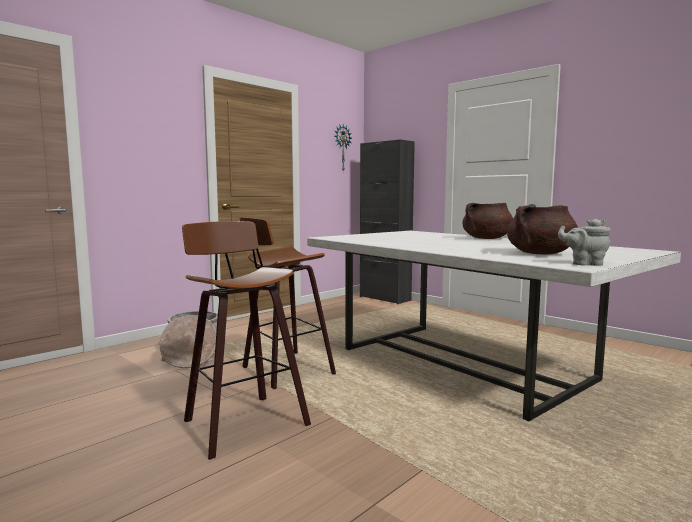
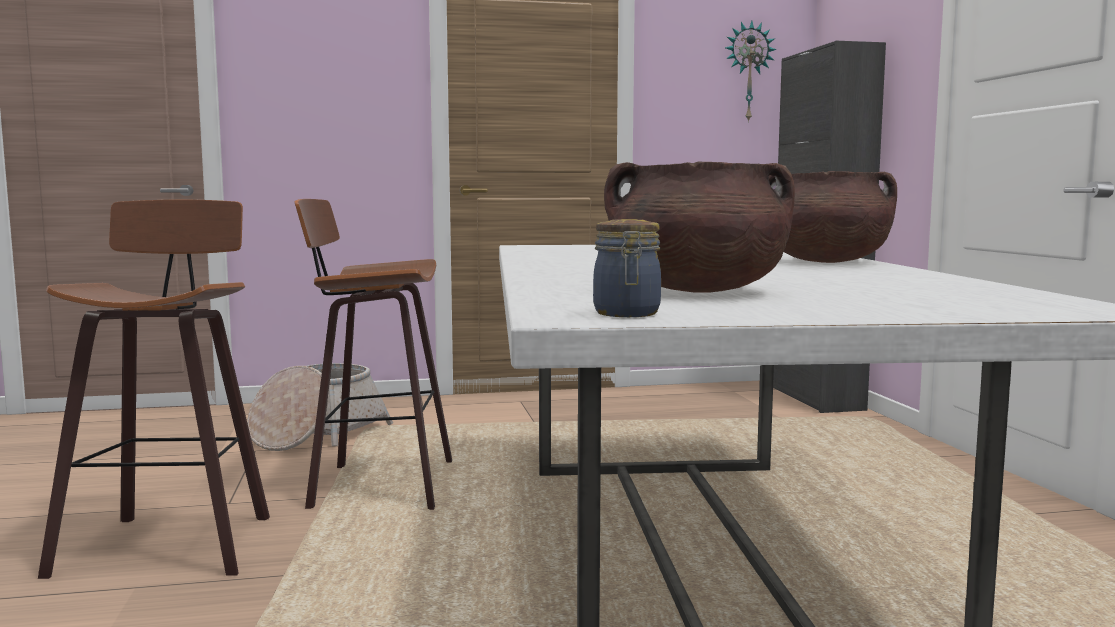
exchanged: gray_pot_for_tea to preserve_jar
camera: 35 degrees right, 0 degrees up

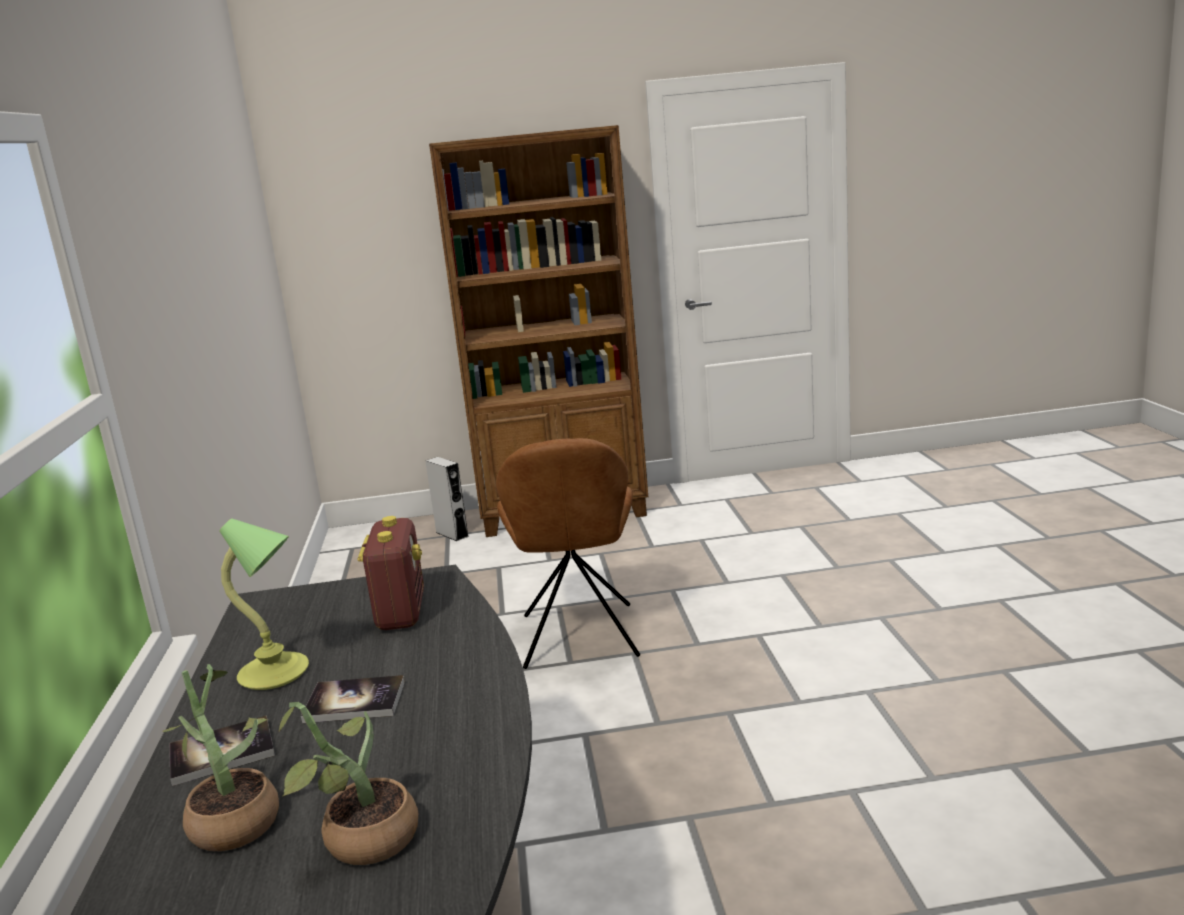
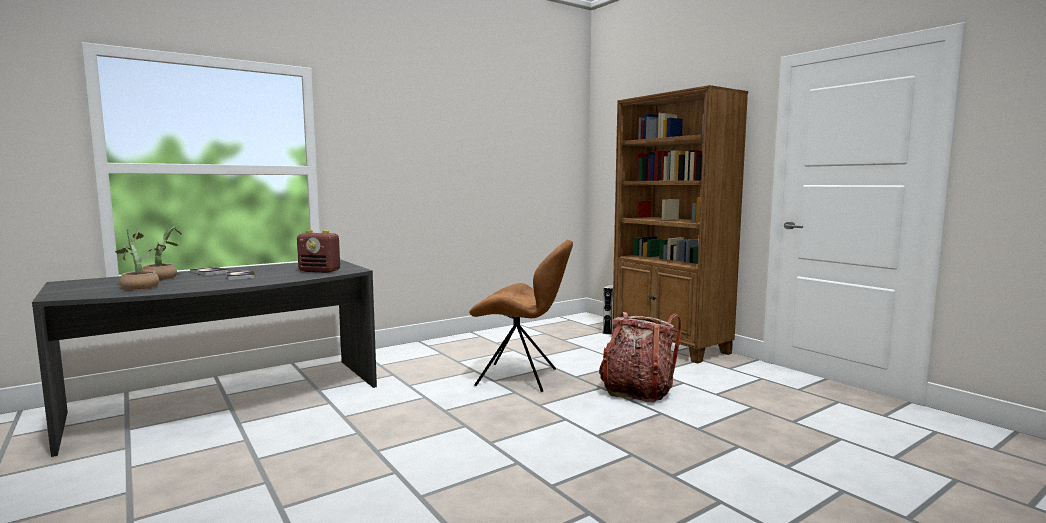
missing: lamp_for_a_table
appeared: knapsack
spun: radio_receiver 45 degrees clockwise; brownish_upright_chair 135 degrees counterclockwise
camera: 60 degrees right, 10 degrees down

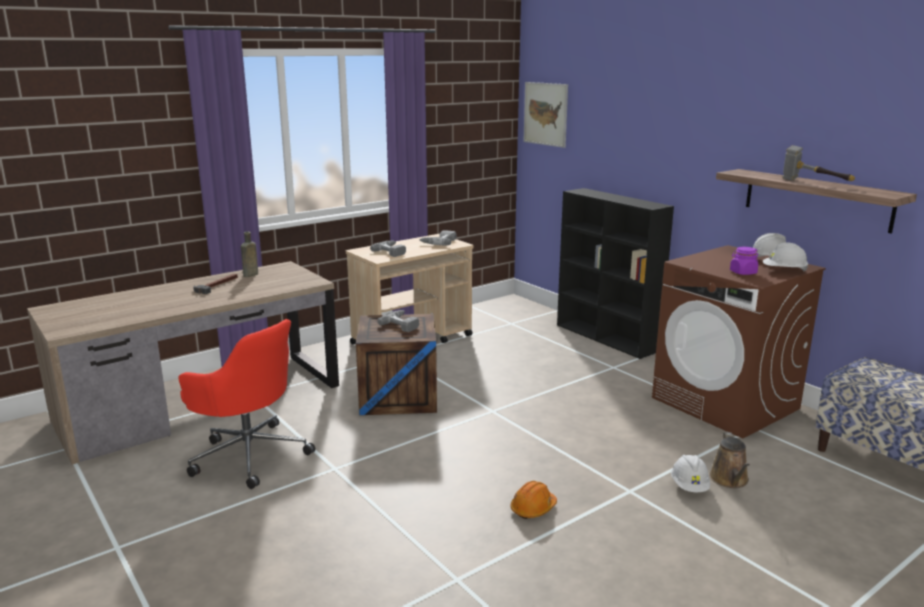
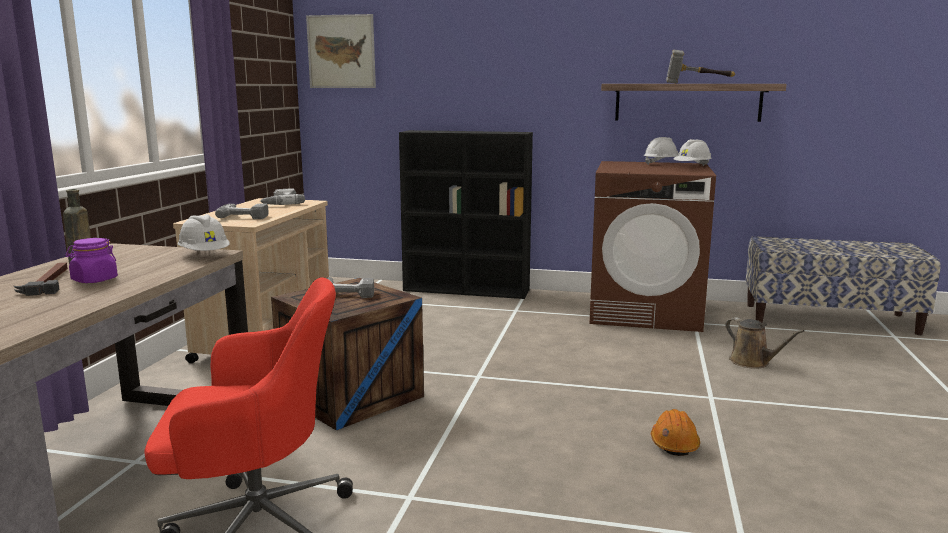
relocated: purple-coloured_preserve_jar; whitish_hard_hat (no. 1 from left)
camera: 40 degrees left, 5 degrees down

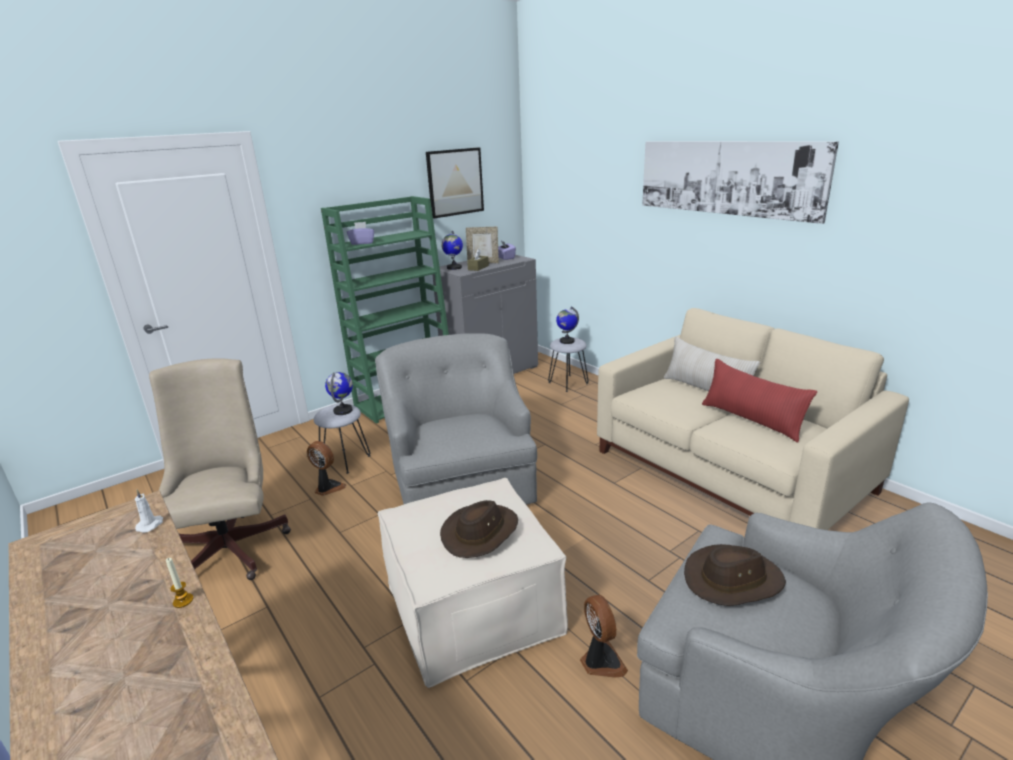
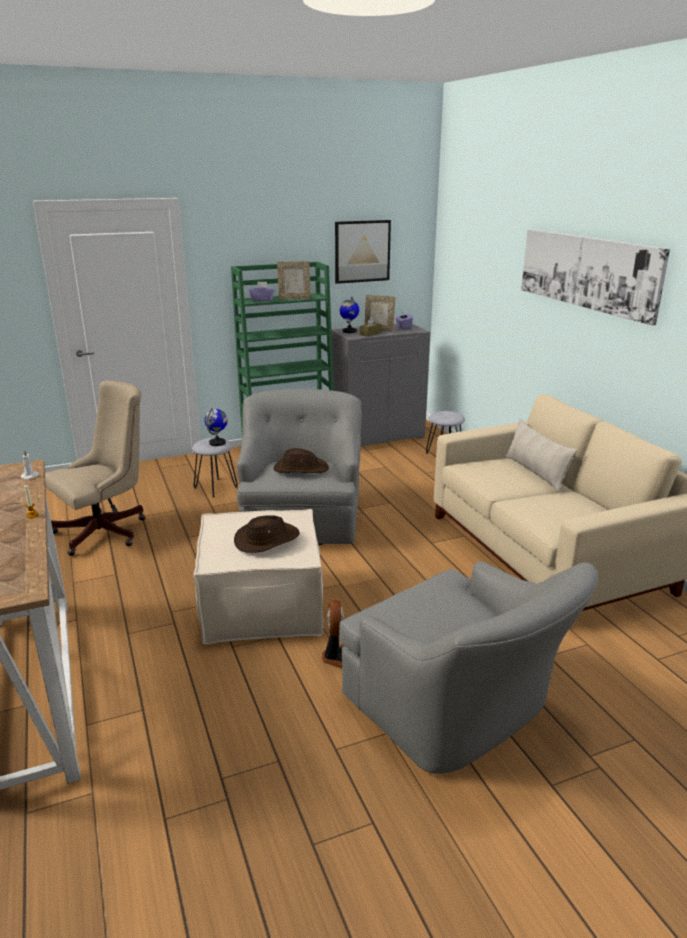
missing: cooling_fan (no. 1 from left); desk_globe (no. 3 from left); red-coloured_cushion
appeared: picture_frame (no. 1 from left)
relocated: brownish_clothing_hat (no. 2 from left)
spun: sand-coloured_computer_chair 45 degrees clockwise
camera: 15 degrees right, 0 degrees up

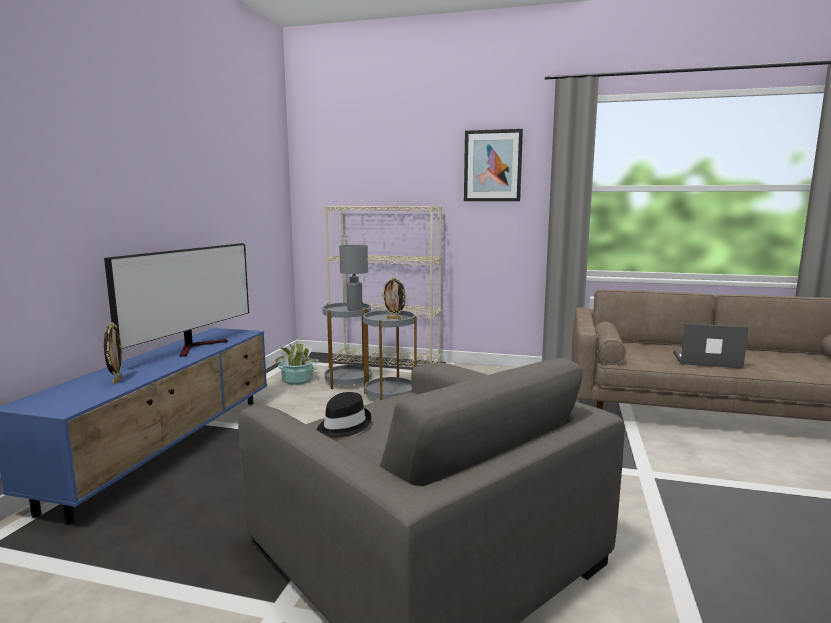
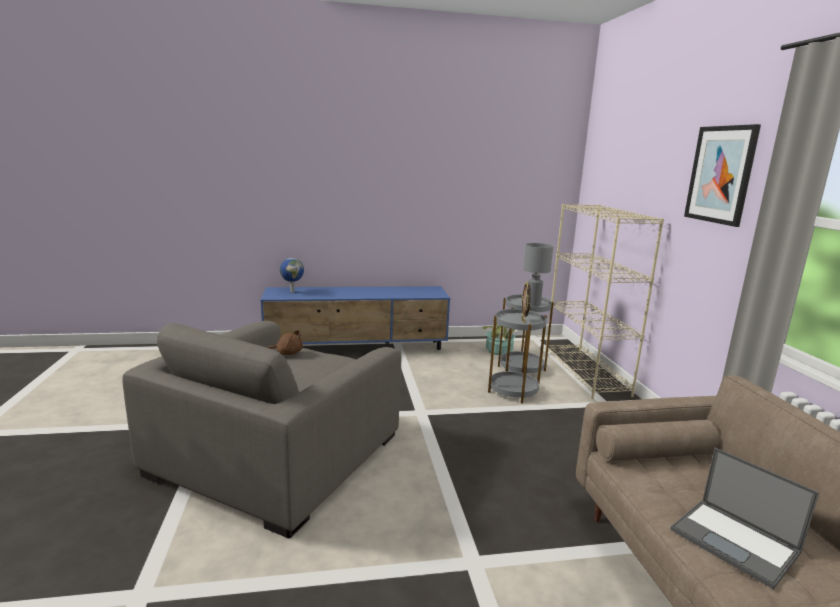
missing: TV; picture_frame (no. 1 from left)
appeared: desk_globe
exchanged: blackish_clothing_hat to brownish_soft_toy
spun: notebook_computer 150 degrees clockwise
camera: 65 degrees right, 5 degrees up

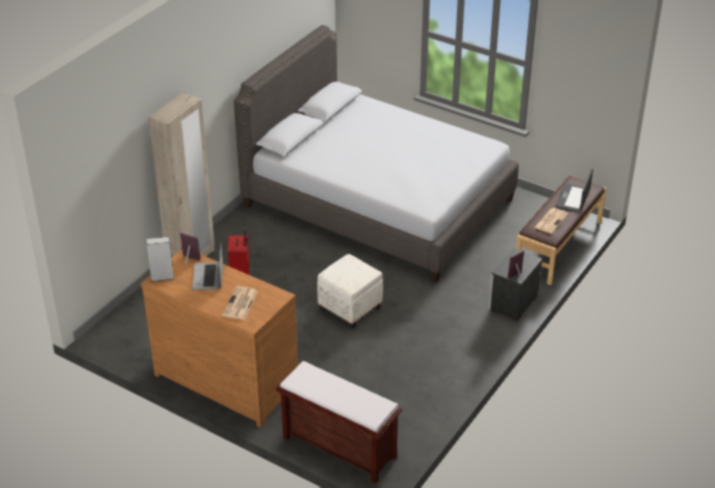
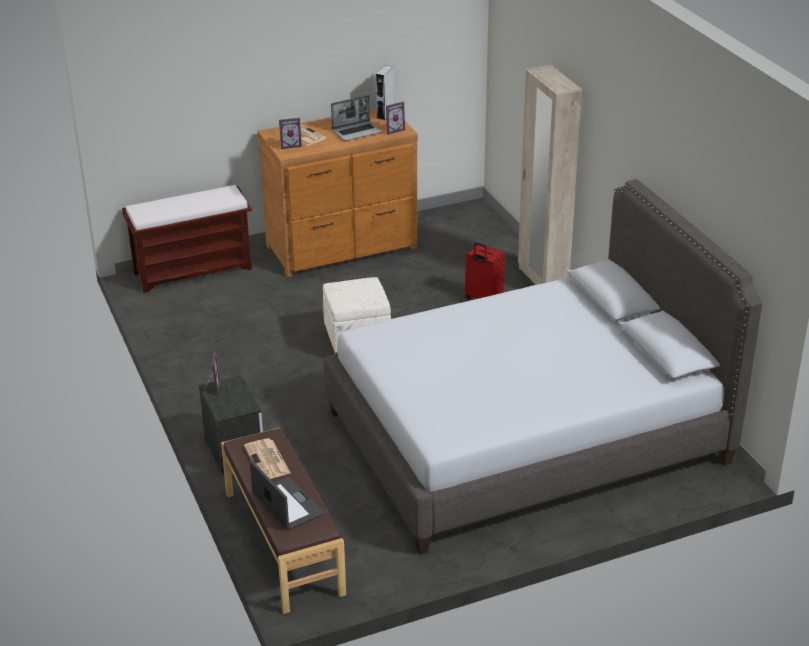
appeared: picture_frame (no. 2 from left)
spun: notebook_computer (no. 1 from left in the first image) 120 degrees clockwise
camera: 125 degrees right, 5 degrees down

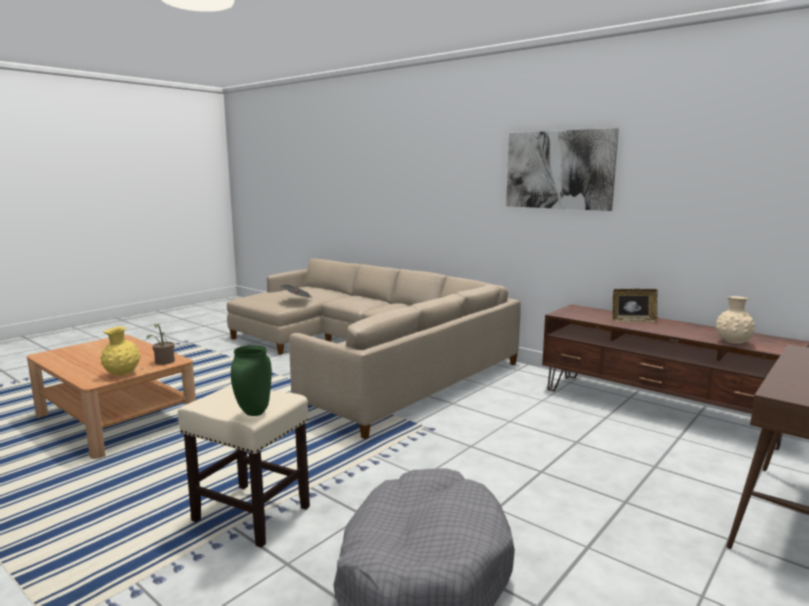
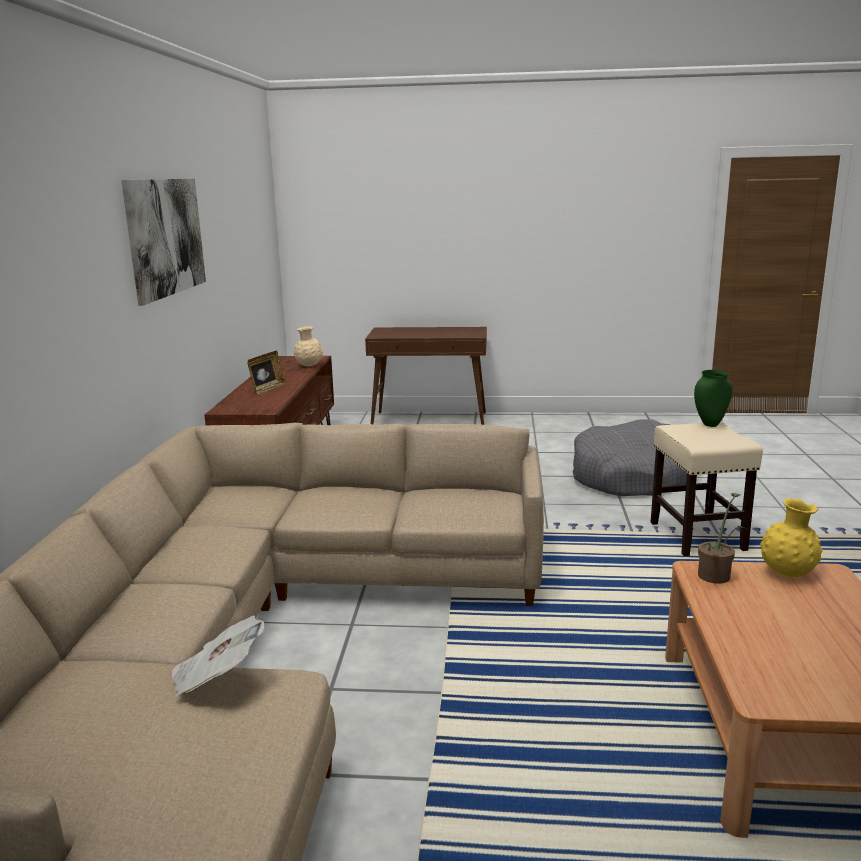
spun: picture_frame 60 degrees clockwise
camera: 125 degrees left, 5 degrees up

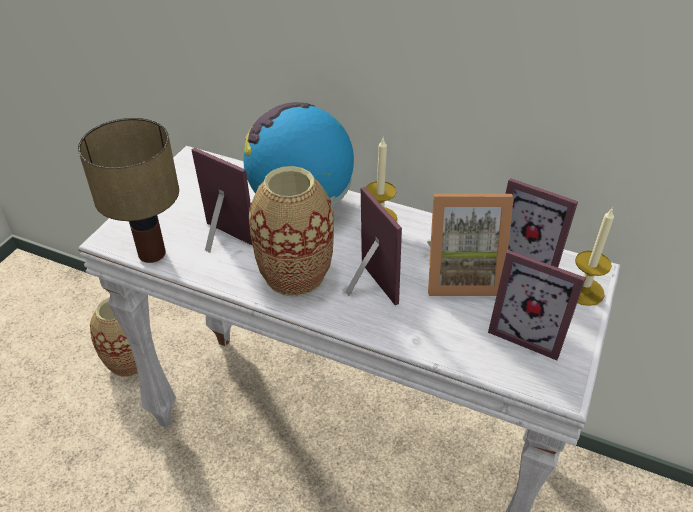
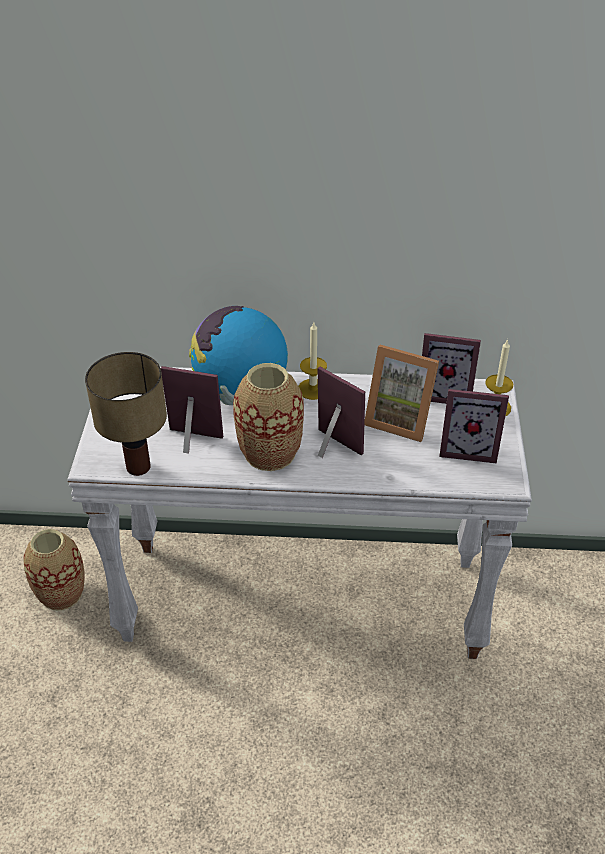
spun: picture_frame (no. 3 from left) 45 degrees clockwise
camera: 20 degrees left, 0 degrees up

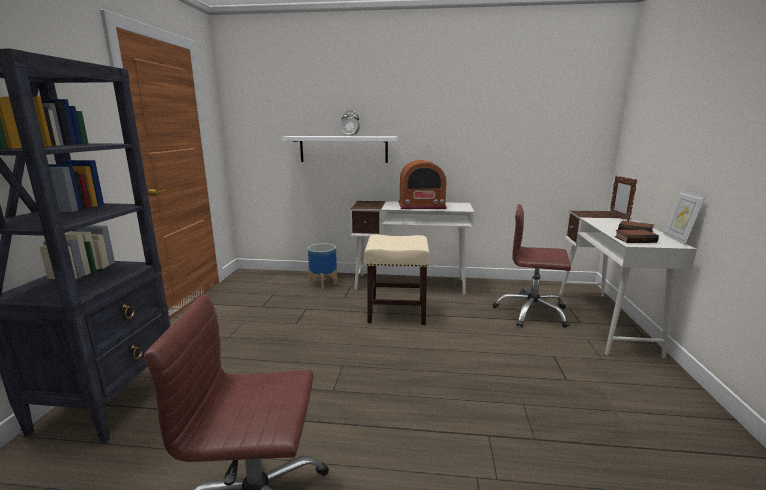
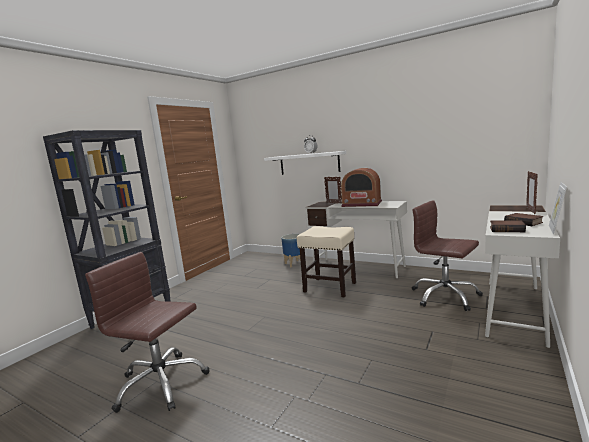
appeared: picture_frame (no. 1 from left)
camera: 25 degrees right, 5 degrees down

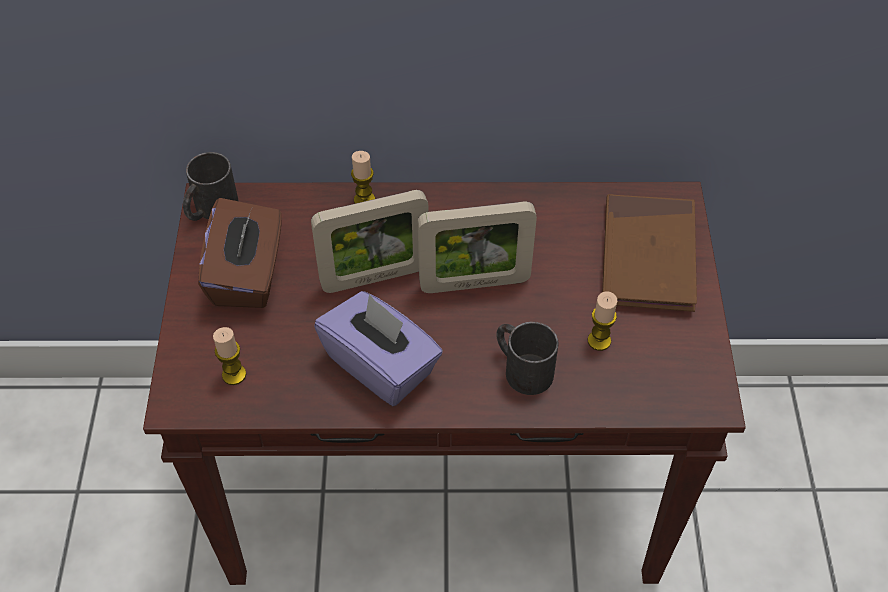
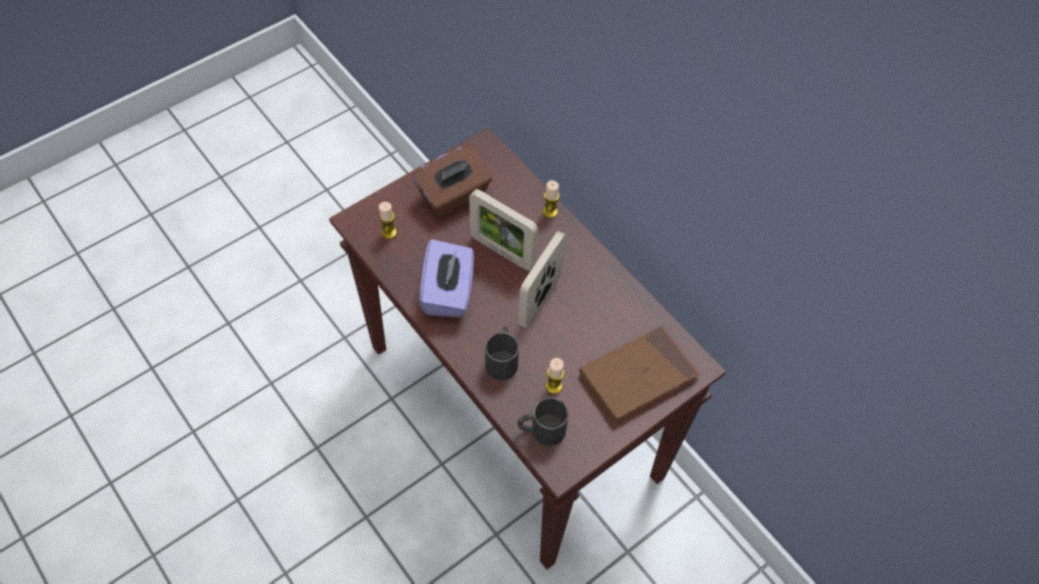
relocated: blackish_tea_mug (no. 1 from left in the first image) to blackish_tea_mug (no. 2 from left)
spun: picture_frame (no. 2 from left) 75 degrees clockwise
camera: 50 degrees right, 5 degrees up

